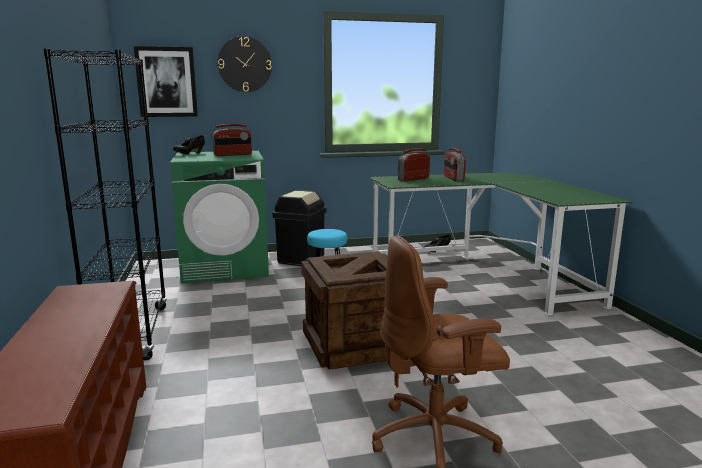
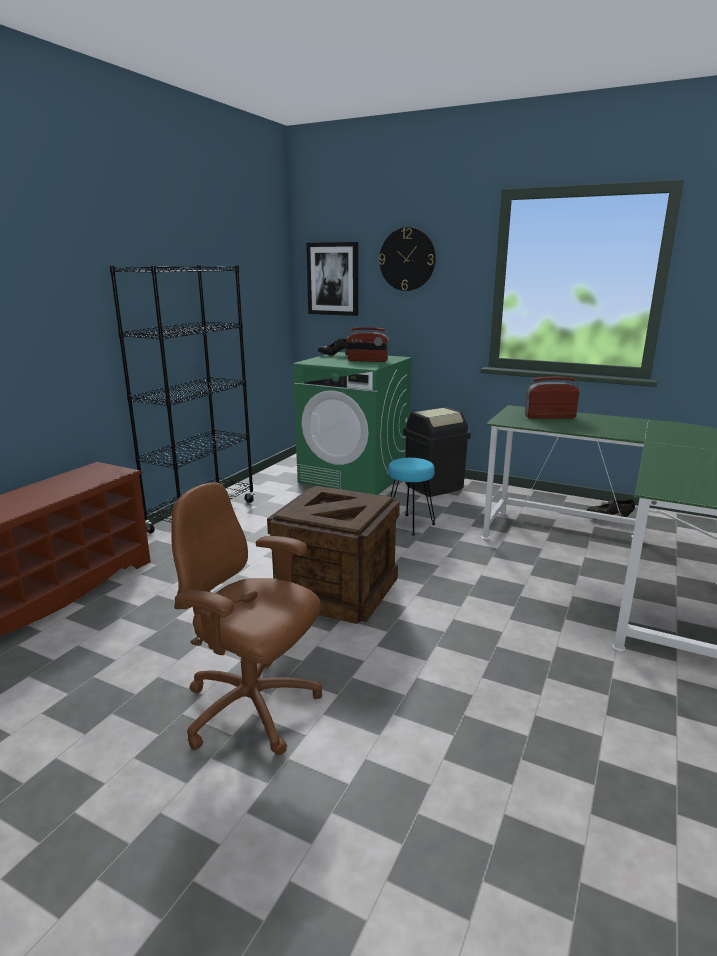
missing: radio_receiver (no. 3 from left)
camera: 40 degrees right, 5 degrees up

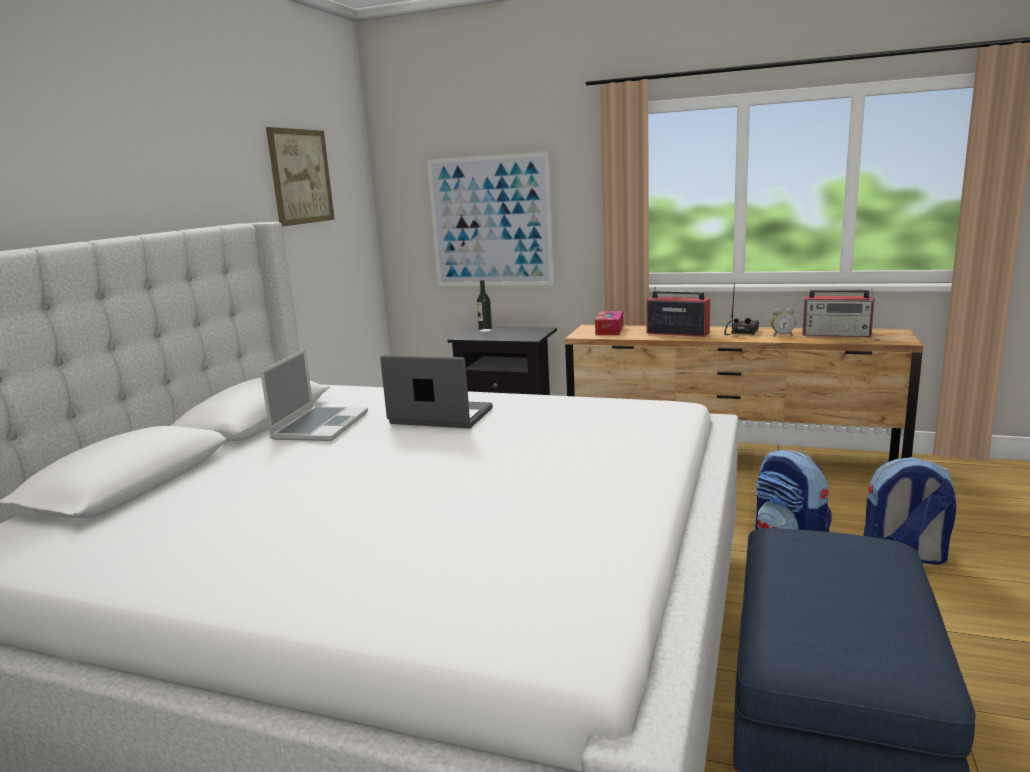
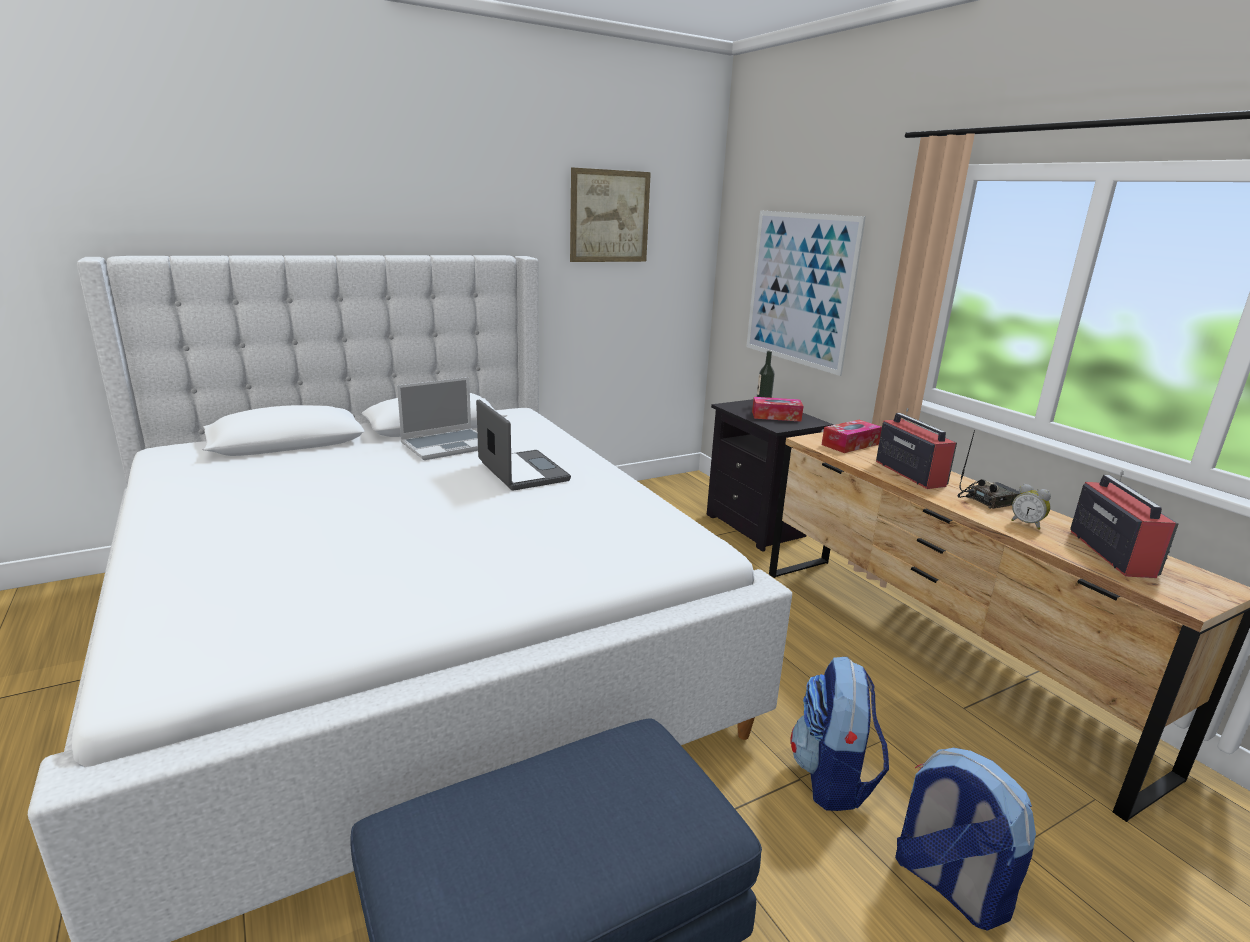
appeared: box_of_tissues (no. 1 from left)
spun: radio_receiver (no. 3 from left) 150 degrees counterclockwise
camera: 40 degrees right, 5 degrees up

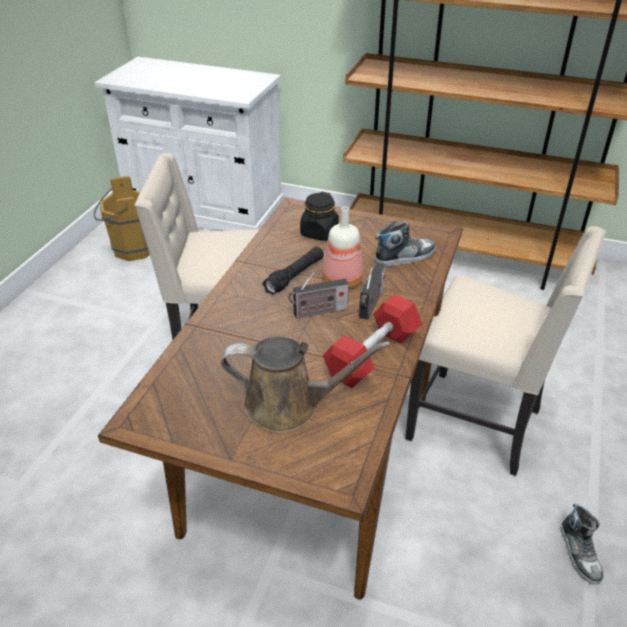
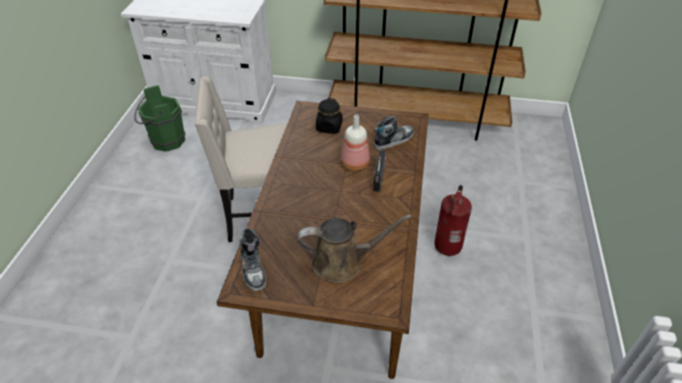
missing: blackish_hand_torch; radio_receiver (no. 1 from left); red-coloured_dumbbell
relocated: item_of_footwear (no. 2 from left in the first image) to item_of_footwear (no. 1 from left)
exchanged: sand-coloured_upright_chair (no. 2 from left) to fire-fighting_cylinder
colour: brownish_pail to green-coloured_pail
camera: 10 degrees left, 5 degrees up

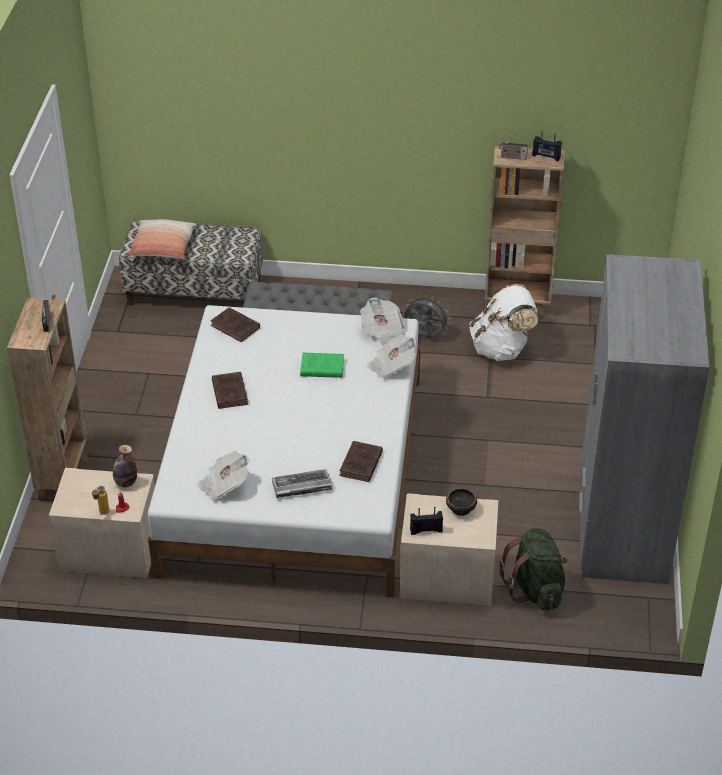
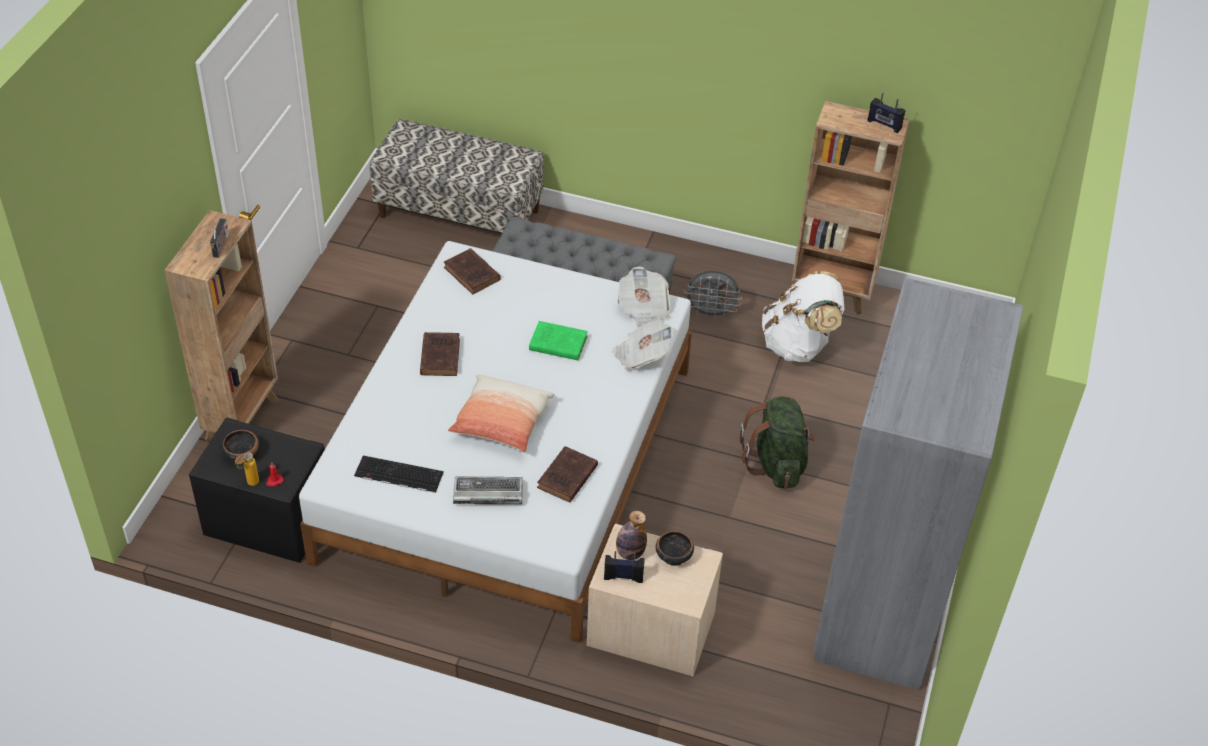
missing: radio_receiver (no. 3 from left)
appeared: bowl (no. 1 from left)
relocated: cushion; beverage_bottle (no. 2 from left); green-coloured_knapsack
exchanged: printed_paper (no. 1 from left) to keyboard (no. 1 from left)
colour: sand-coloured_night_table (no. 1 from left) to blackish_night_table
spun: gray_cooling_fan 150 degrees clockwise
camera: 10 degrees right, 5 degrees up

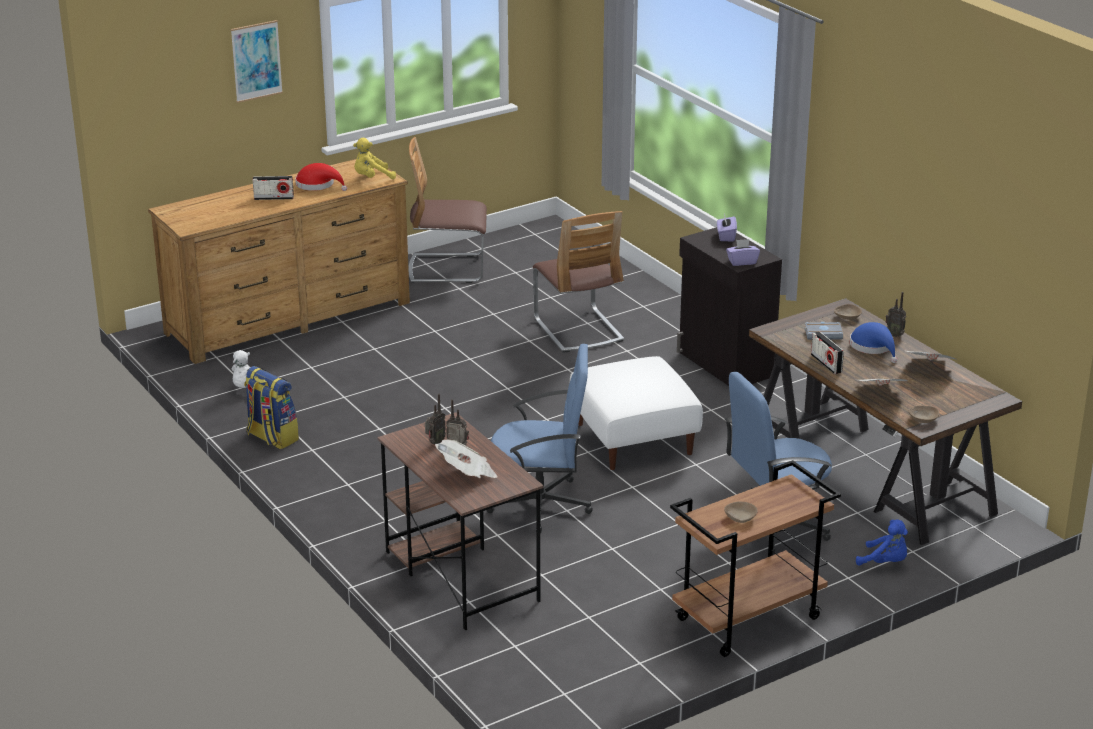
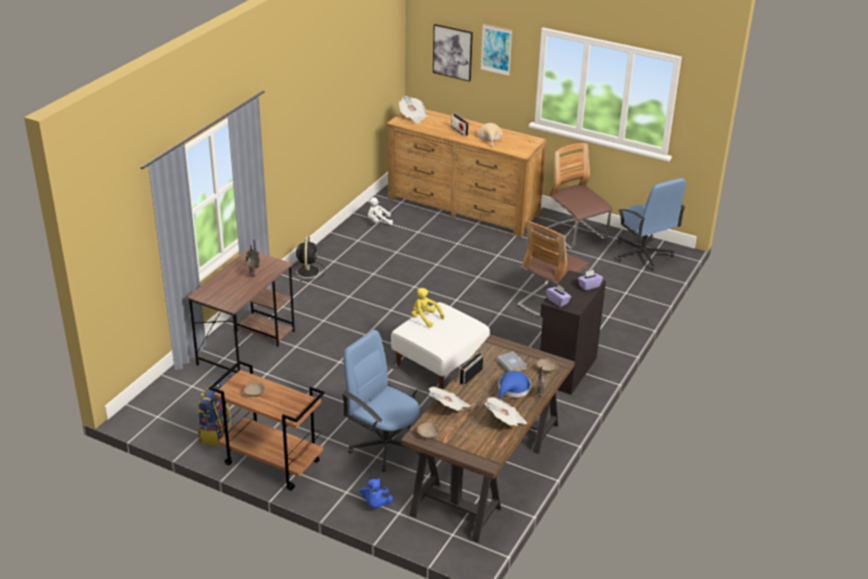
appeared: blackish_cooling_fan; picture (no. 1 from left)
relocated: knapsack; printed_paper (no. 1 from left); yellow-coloured_soft_toy; blue-coloured_computer_chair (no. 1 from left in the first image) to blue-coloured_computer_chair (no. 2 from left)
colour: red-coloured_clothing_hat to sand-coloured_clothing_hat
camera: 60 degrees right, 5 degrees up

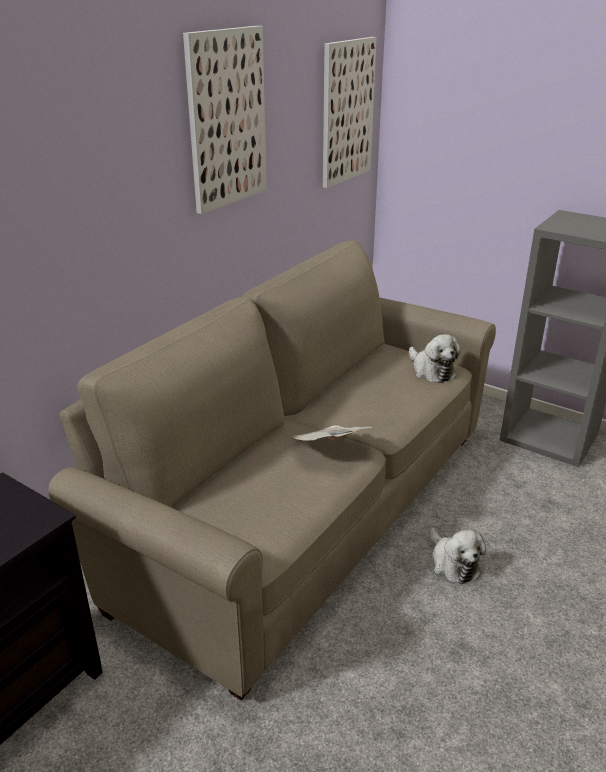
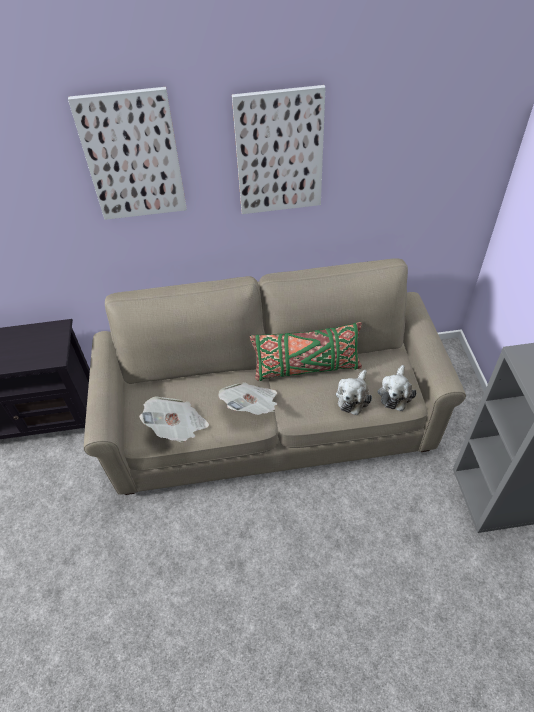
appeared: printed_paper (no. 1 from left); green-coloured_cushion
relocated: picture (no. 2 from left in the first image) to picture (no. 1 from left); soft_toy (no. 2 from left in the first image) to soft_toy (no. 1 from left)
camera: 50 degrees right, 20 degrees up

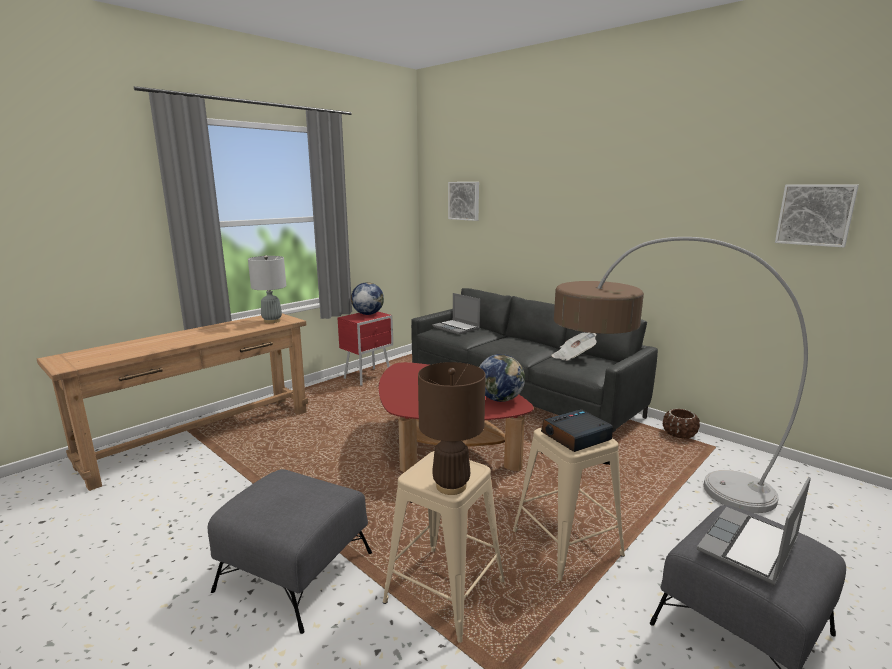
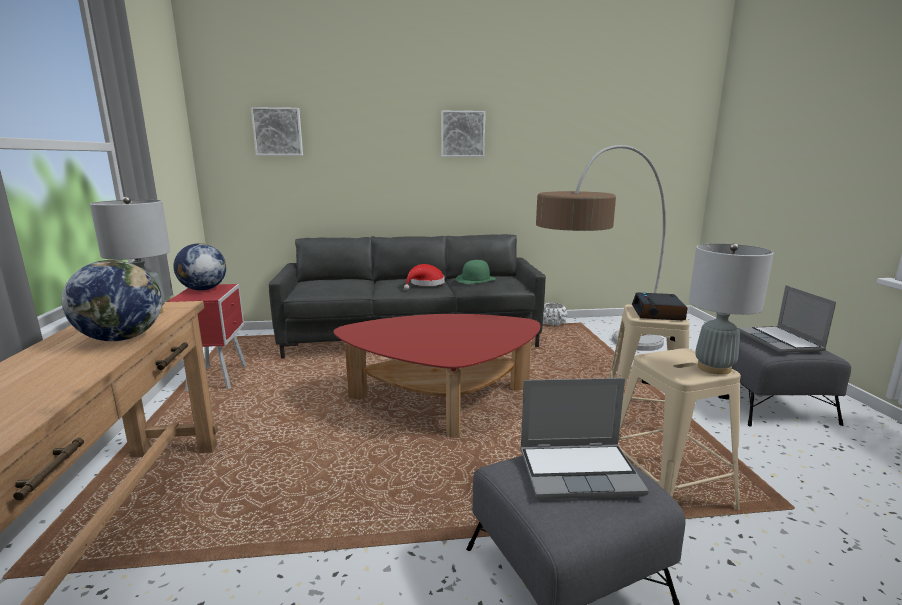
appeared: red-coloured_clothing_hat
relocated: desk_globe (no. 2 from left in the first image) to desk_globe (no. 1 from left); picture (no. 2 from left); notebook_computer (no. 1 from left)
exchanged: printed_paper to green-coloured_clothing_hat
colour: brownish_plant_pot to whitish_plant_pot; brownish_lamp_for_a_table to gray_lamp_for_a_table (no. 2 from left)
camera: 50 degrees left, 0 degrees up

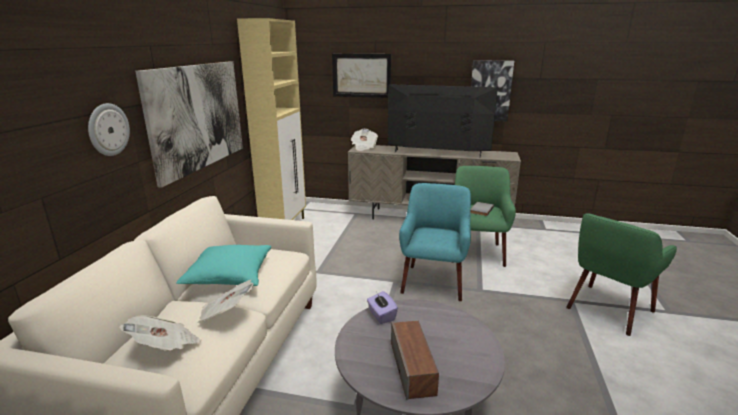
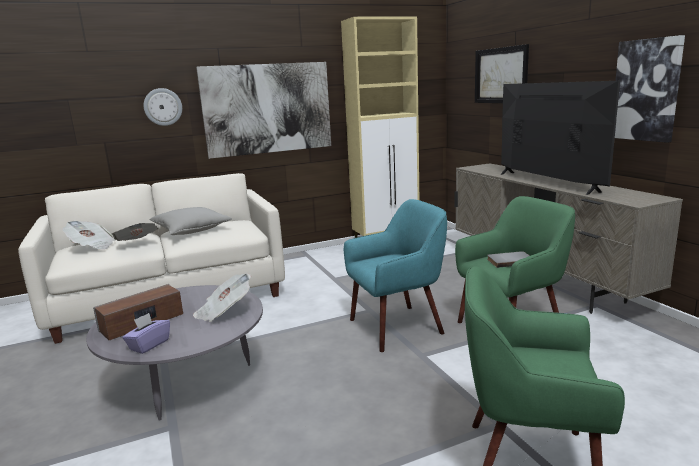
relocated: purple-coloured_box_of_tissues; printed_paper (no. 3 from left)
colour: blue-green_cushion to gray_cushion
camera: 55 degrees right, 5 degrees down

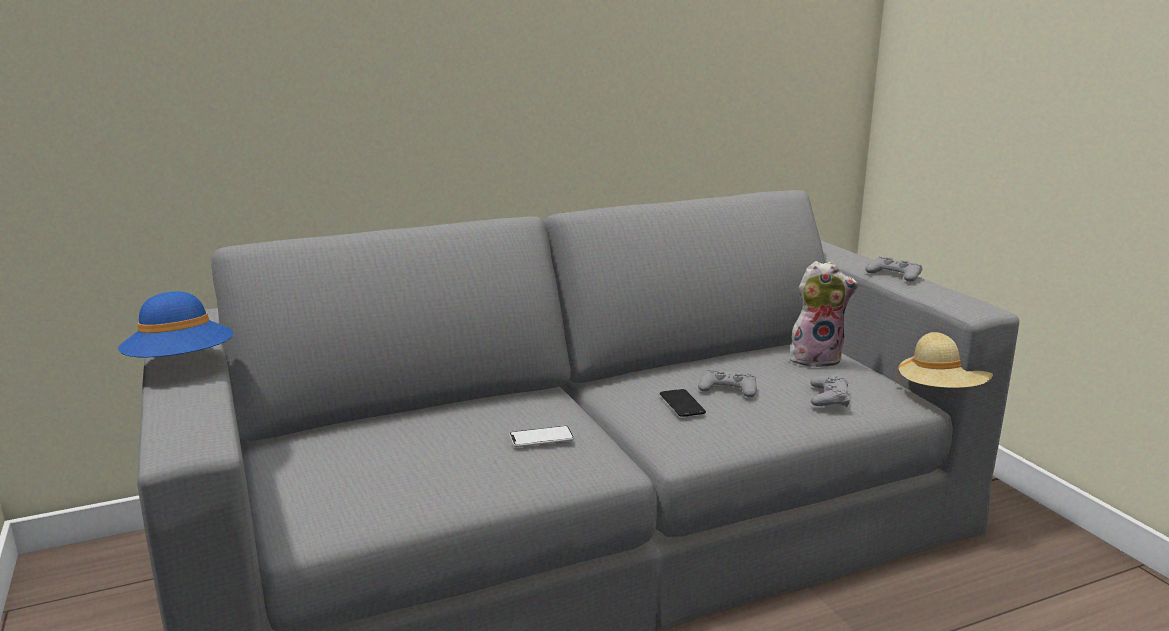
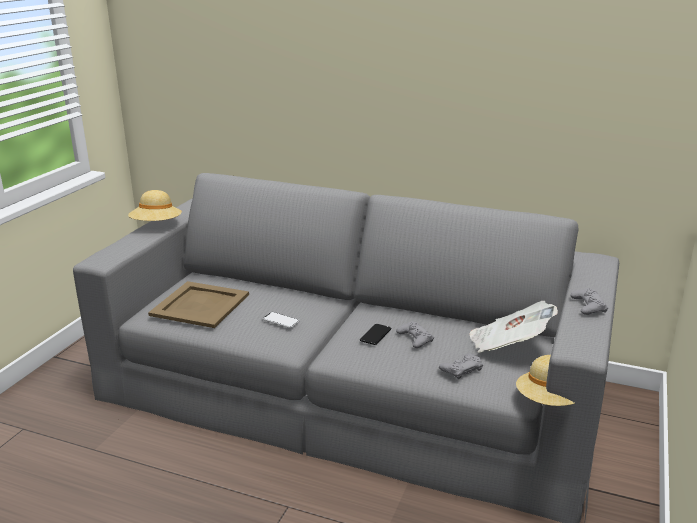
appeared: sand-coloured_carrying_tray
exchanged: soft_toy to printed_paper
colour: blue-coloured_clothing_hat to sand-coloured_clothing_hat (no. 1 from left)
camera: 45 degrees right, 5 degrees up

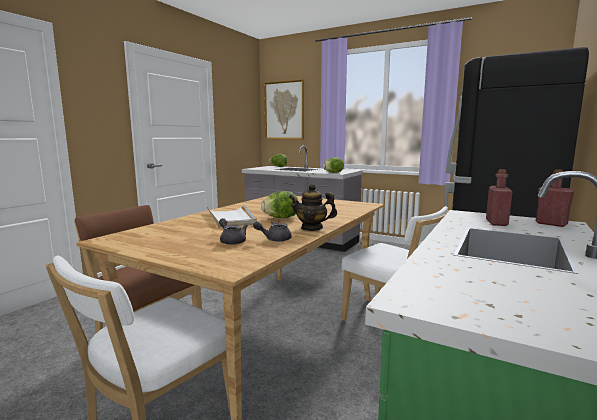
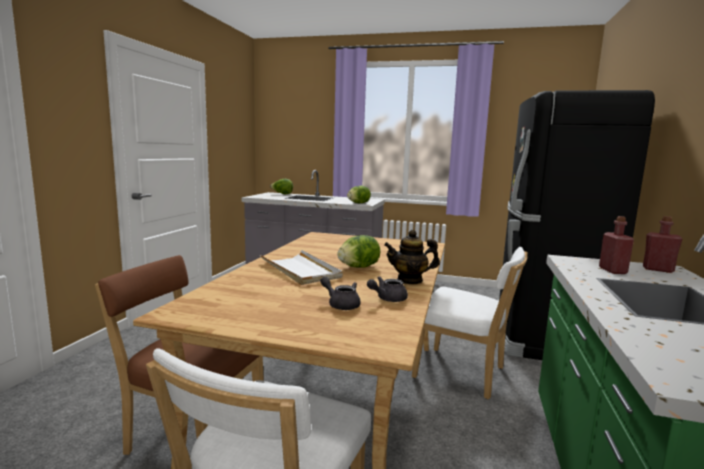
missing: picture
camera: 15 degrees left, 0 degrees up

